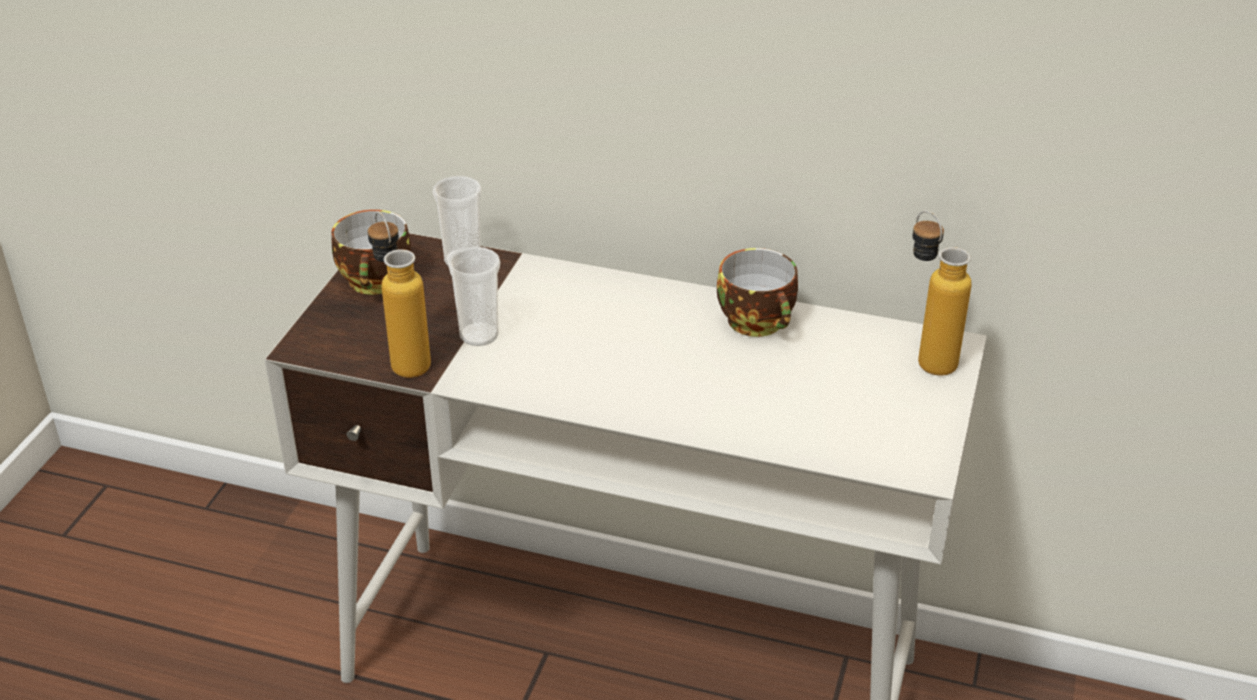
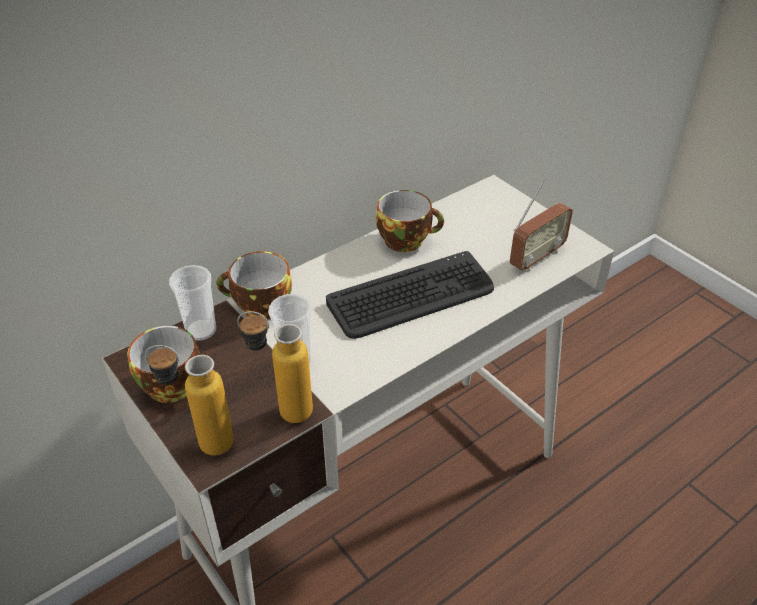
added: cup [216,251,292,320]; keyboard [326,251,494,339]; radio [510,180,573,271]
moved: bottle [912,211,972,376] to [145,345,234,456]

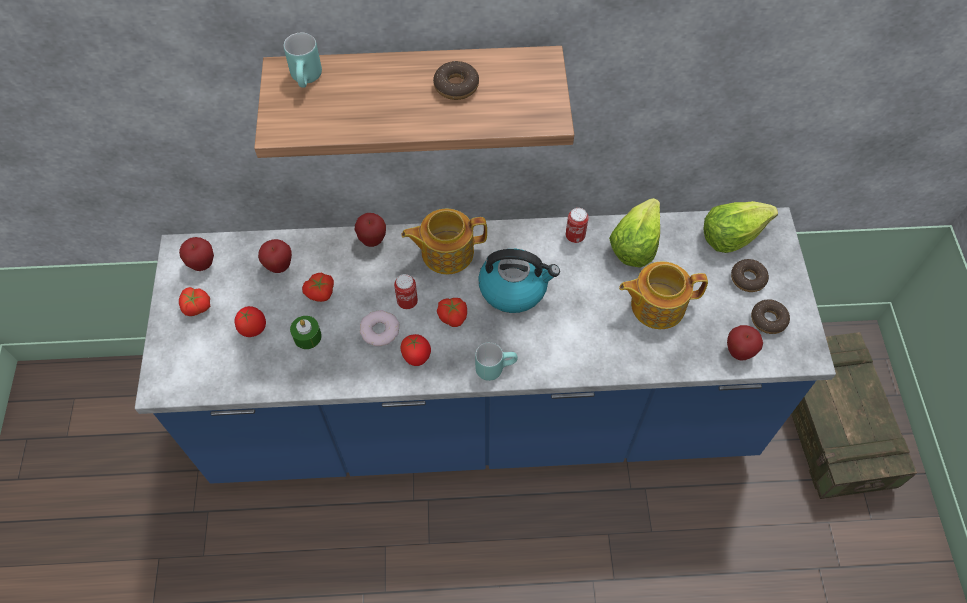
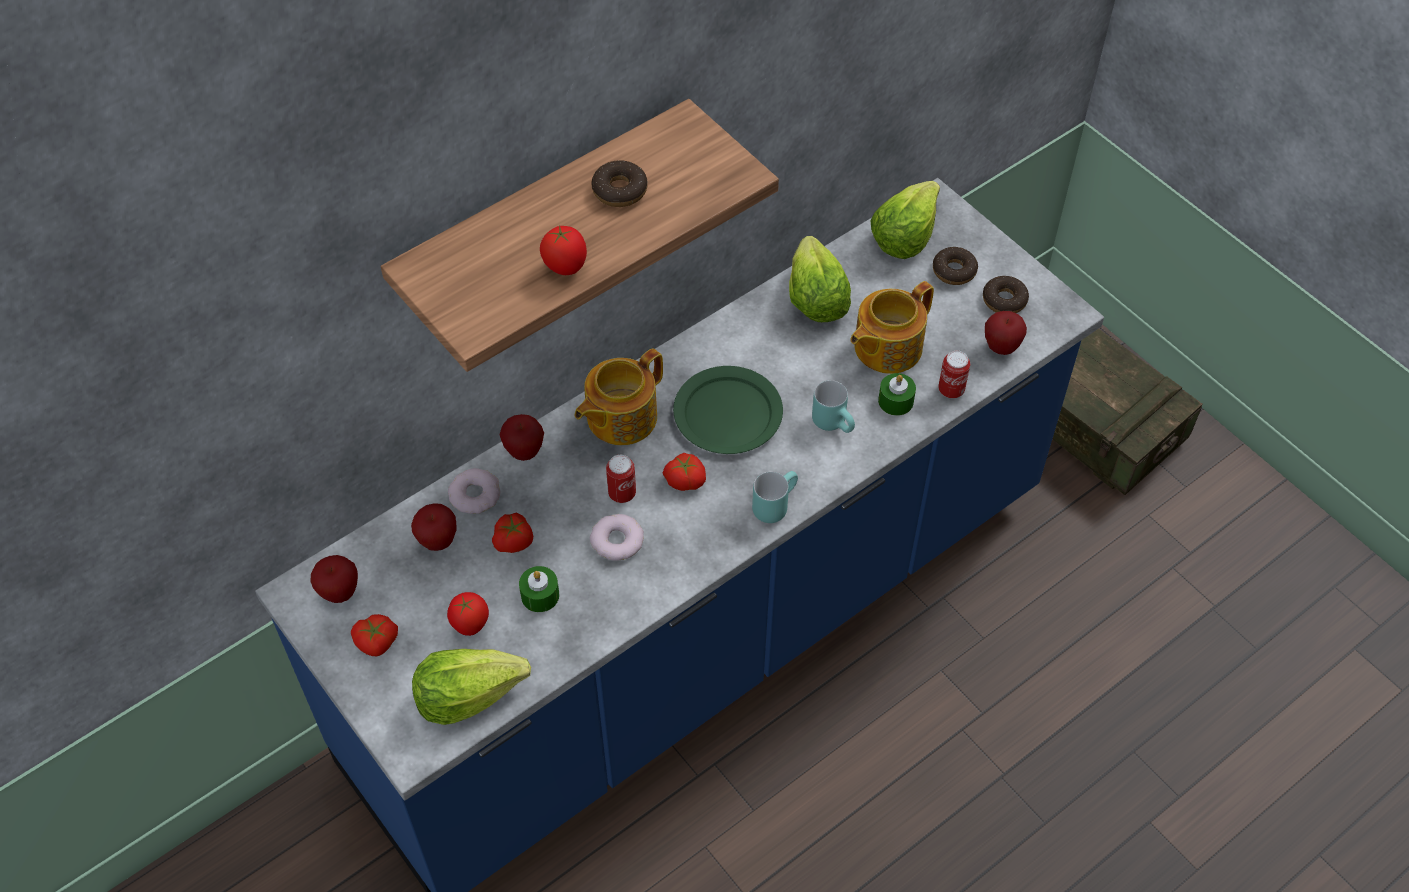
added: lettuce [412,649,531,725]; donut [448,468,501,514]; green candle [878,373,916,416]
moved: tomato [401,334,431,366] to [540,225,587,275]; turquoise mug [284,33,322,88] to [812,380,855,433]; can [566,208,589,243] to [938,351,970,398]
replaced: kettle [478,249,560,313] to green plate [673,366,783,454]

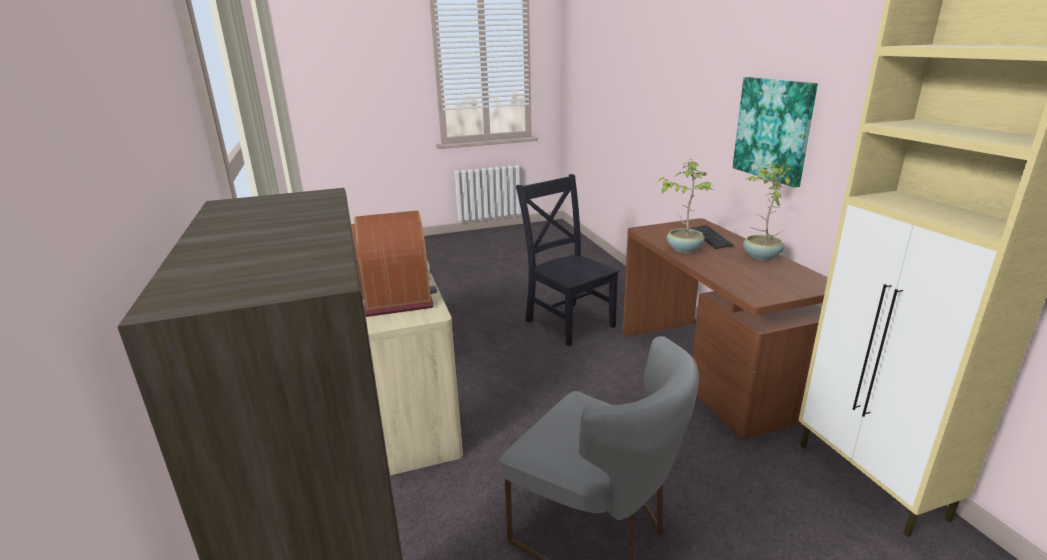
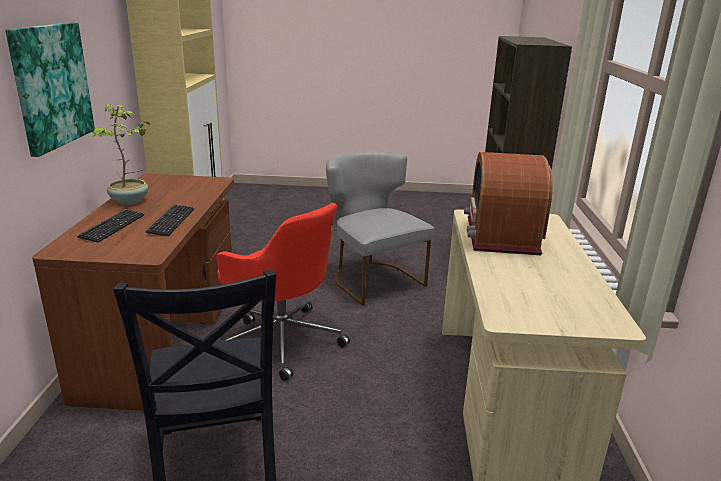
added: red office chair [216,203,350,381]
replaced: potted plant [658,159,714,253] to keyboard [145,205,194,236]

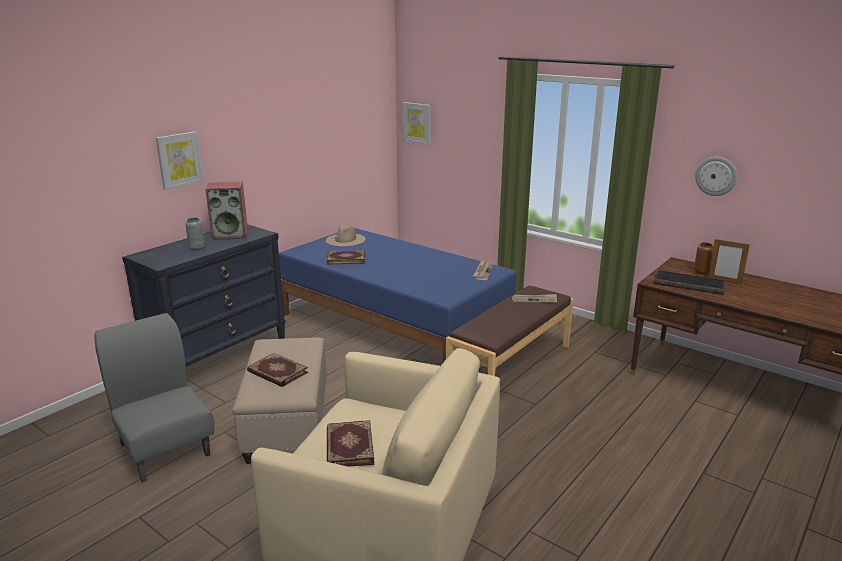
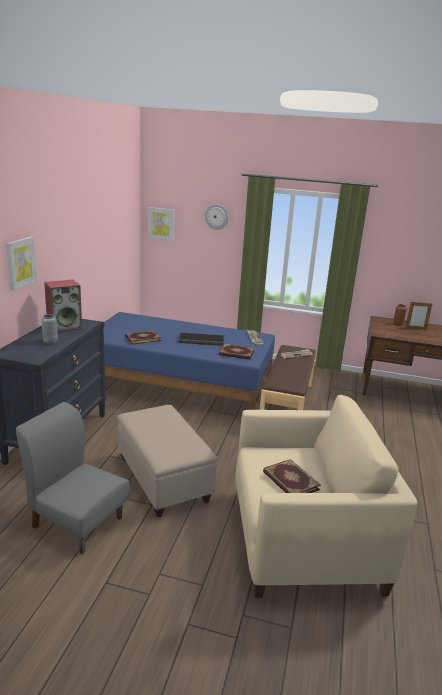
removed: beige hat [326,225,366,246]
moved: keyboard [654,270,726,295] to [178,332,224,346]; wall clock [695,157,737,196] to [205,204,229,230]; book [247,353,308,387] to [219,344,255,360]

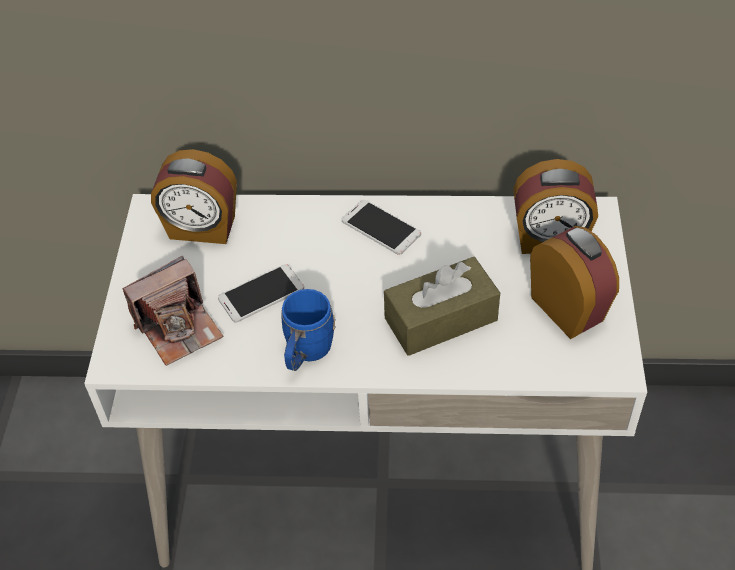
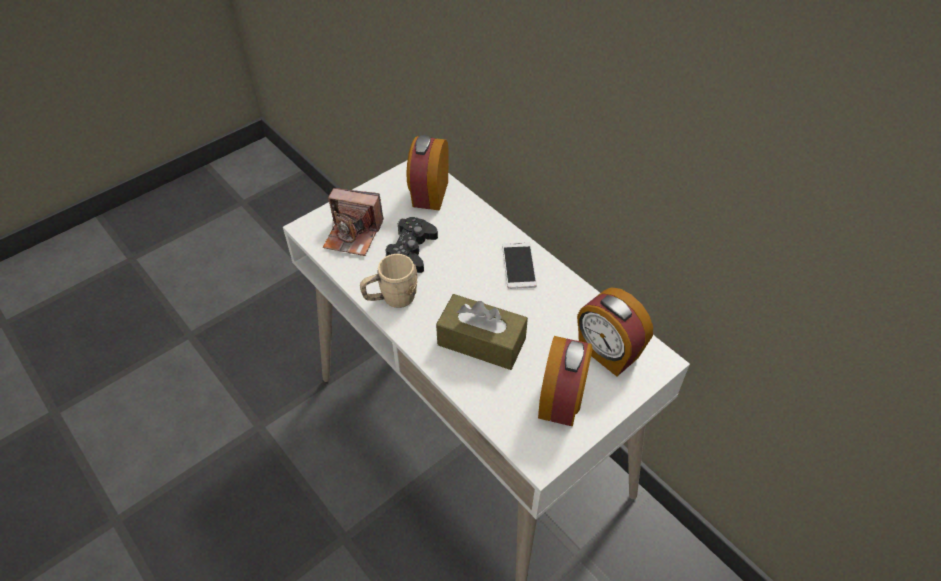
replaced: phone [218,264,304,322] to black game controller [385,217,438,273]
recoloured: blue mug [281,289,336,371] to beige mug [360,254,417,308]
turned: alarm clock [151,149,237,244] = [406,135,449,211] 45 degrees clockwise

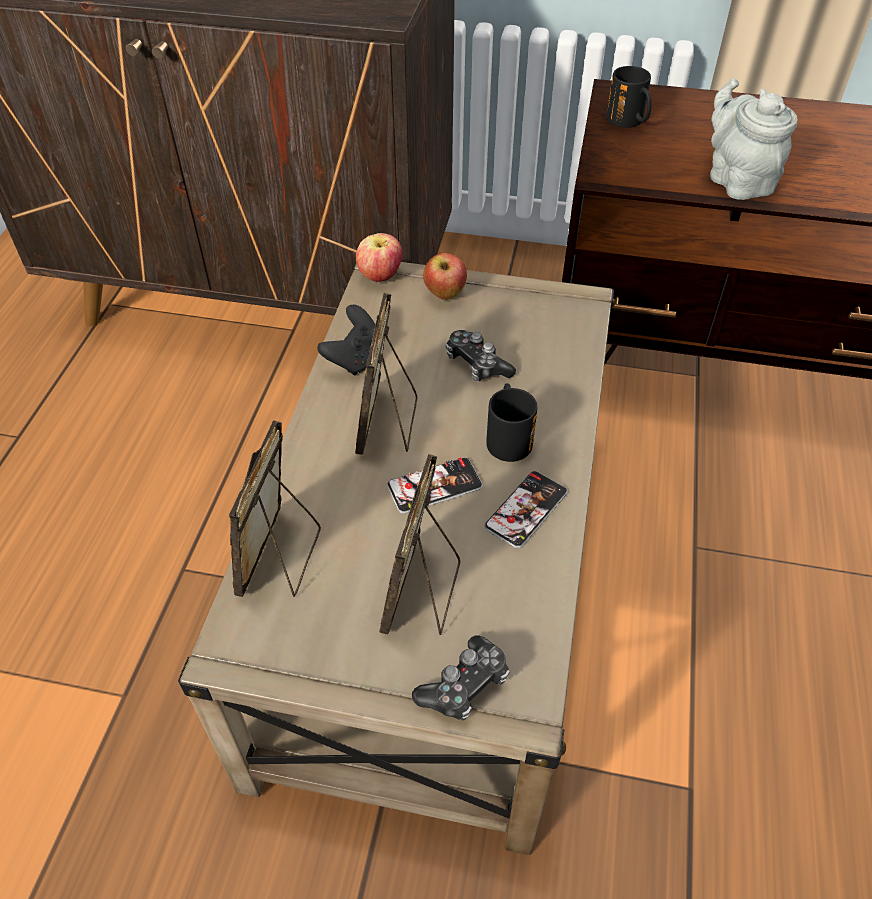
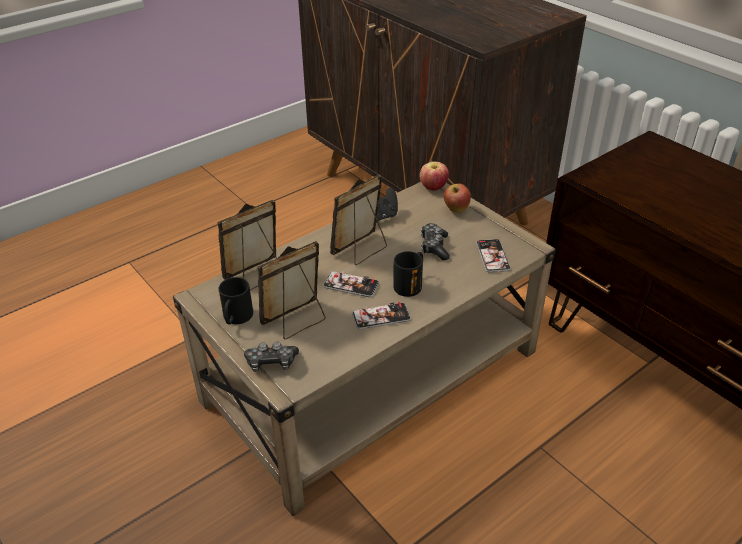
removed: grey teapot [710,78,798,200]
added: phone [476,239,511,272]
moved: black mug [606,66,652,128] to [219,277,253,324]

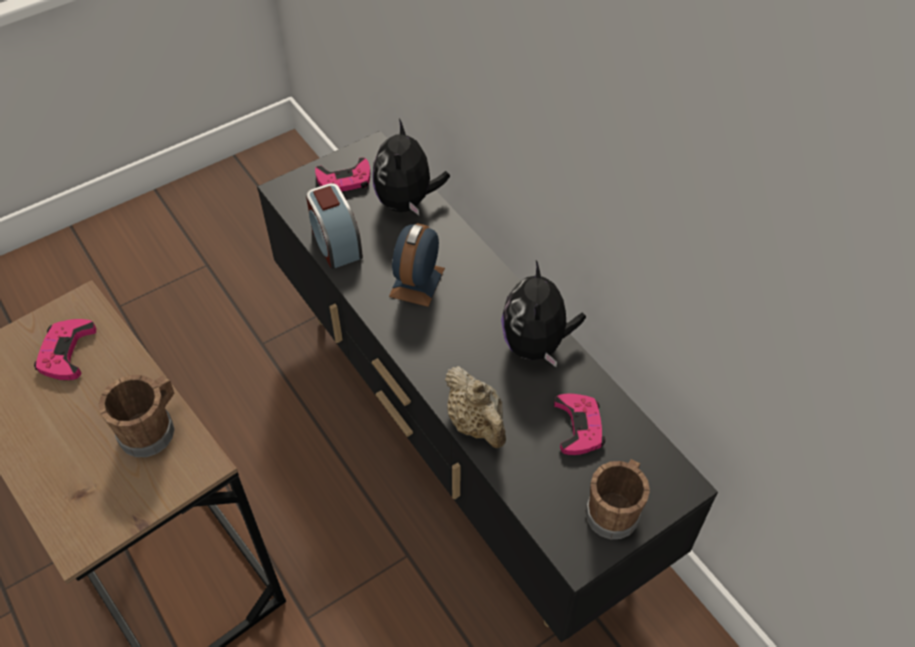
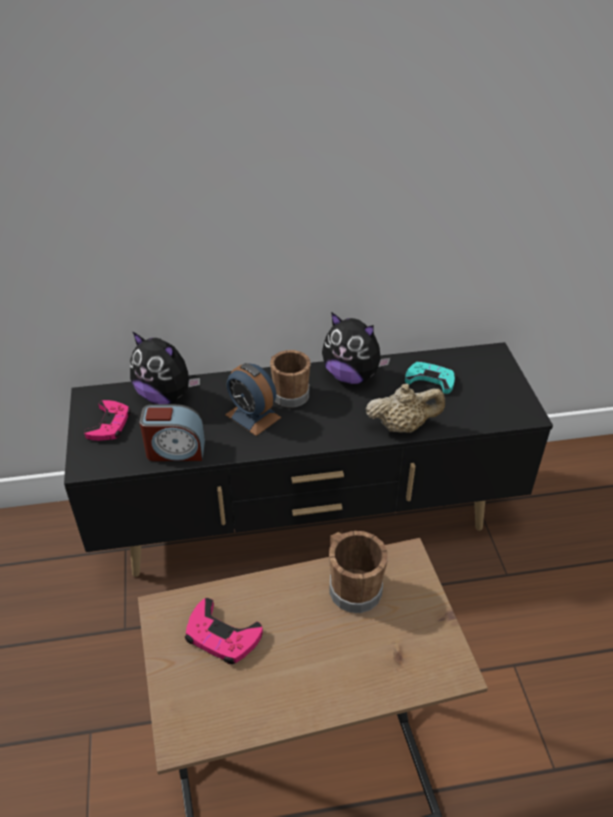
moved: brown mug [585,459,650,539] to [270,350,310,407]
recoloured: pink game controller [554,394,605,455] to turquoise game controller [405,361,455,394]

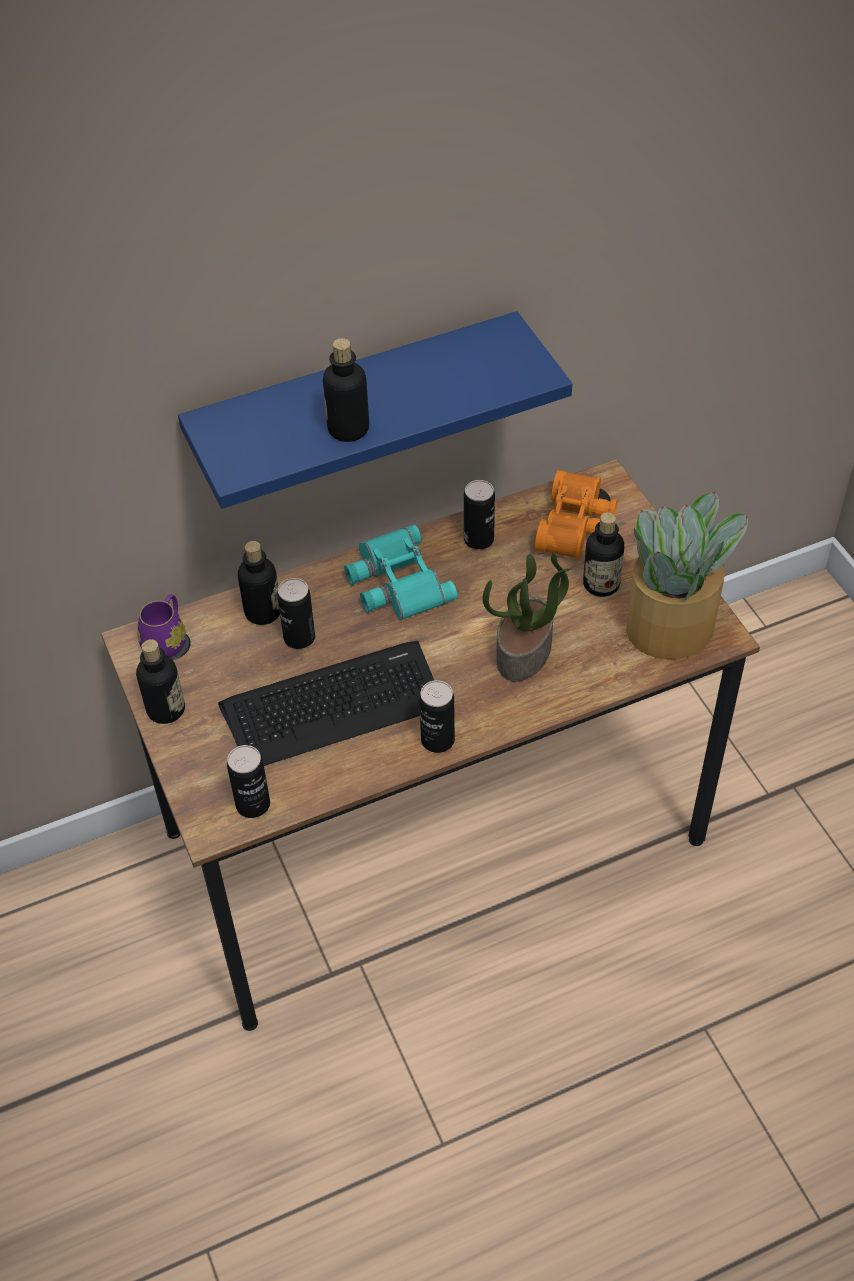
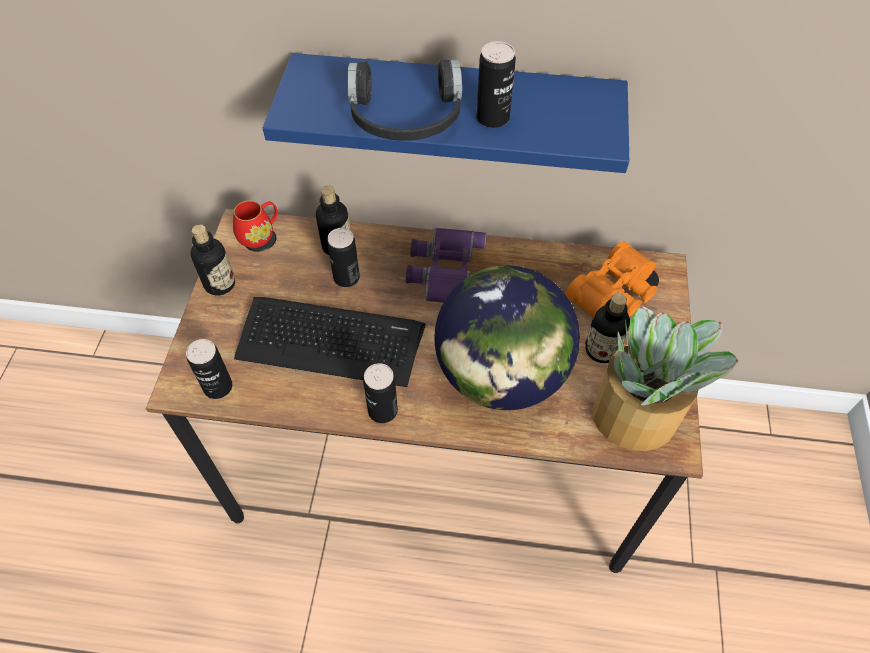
moved: can [464,480,495,549] to [476,41,516,128]
replaced: bottle [323,338,369,442] to black headphones [347,60,462,141]; potted plant [483,553,572,682] to globe [434,266,580,410]
recoloured: purple mug [137,594,186,658] to red mug [233,201,278,248]; turquoise binoculars [344,525,458,620] to purple binoculars [406,228,486,303]

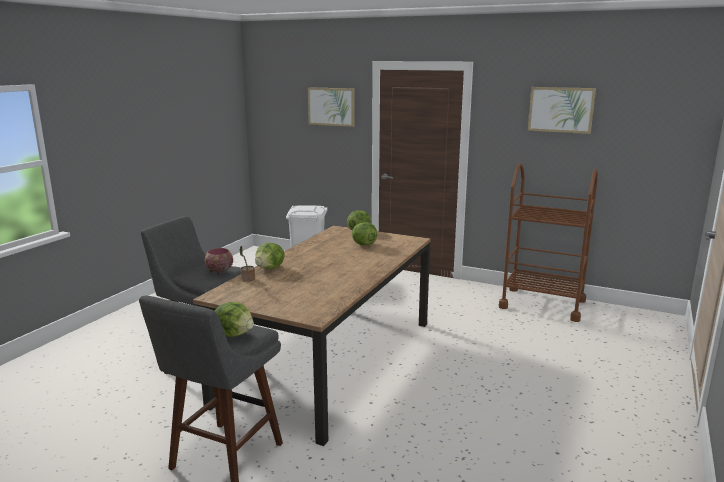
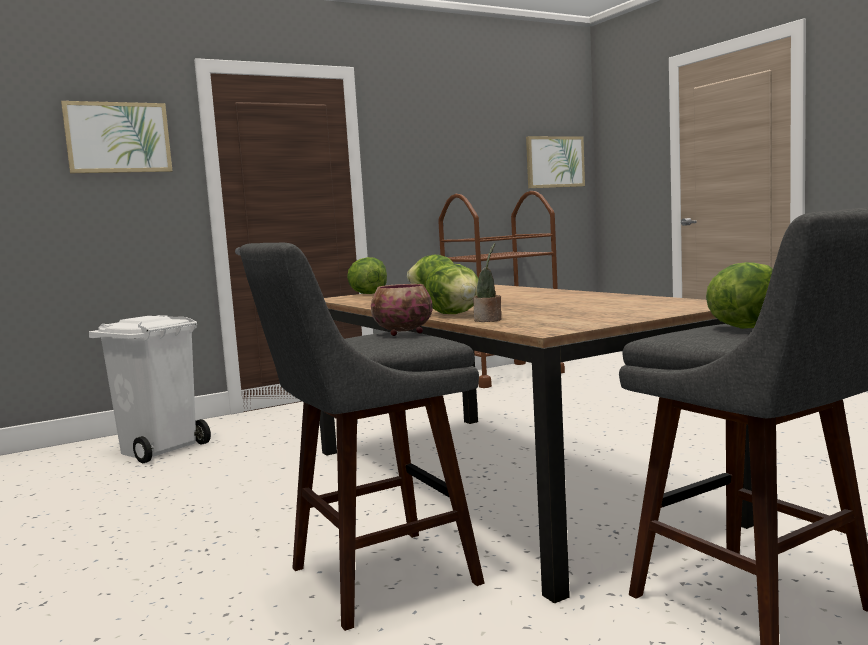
moved: picture [528,87,596,134] to [526,136,585,188]

